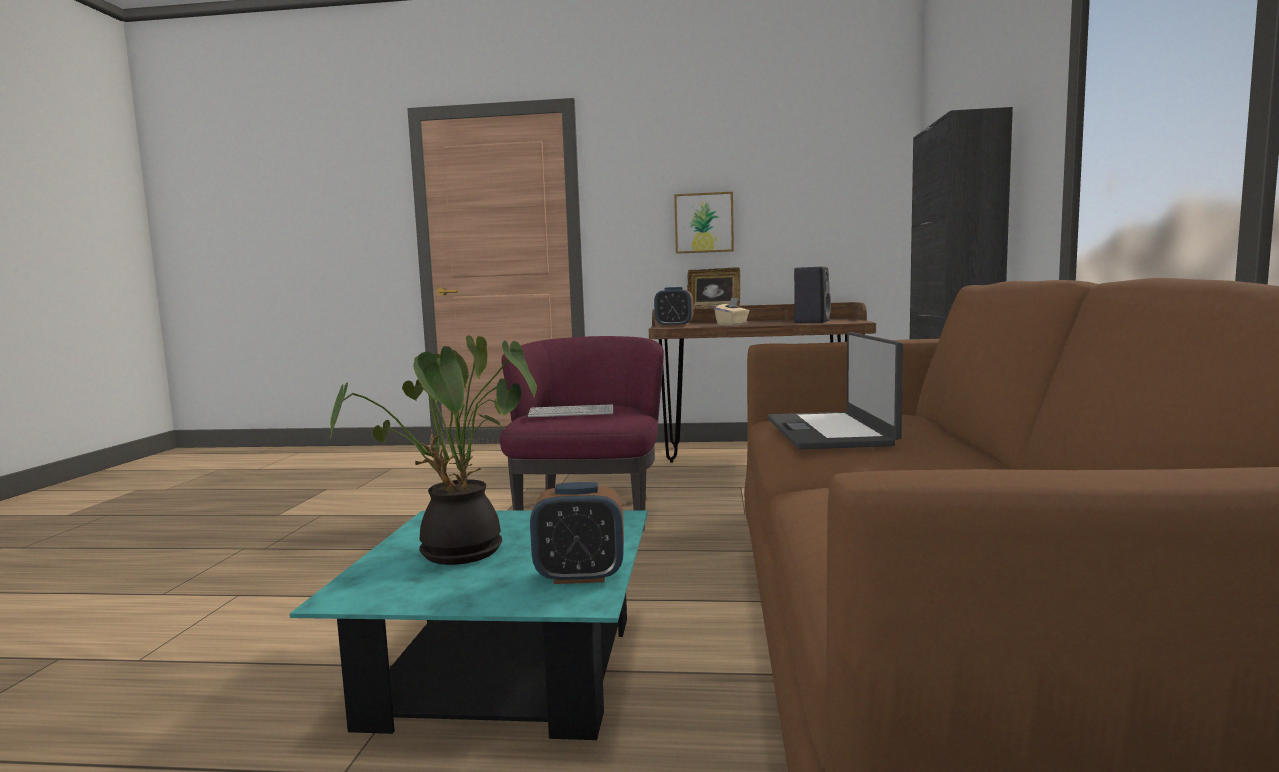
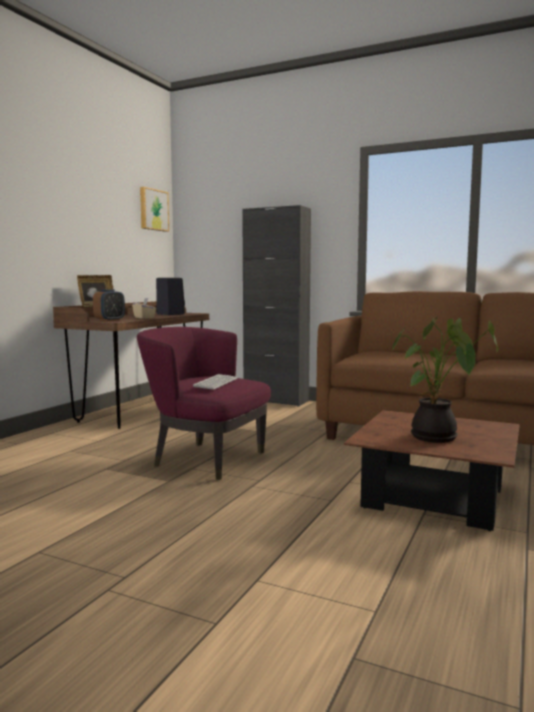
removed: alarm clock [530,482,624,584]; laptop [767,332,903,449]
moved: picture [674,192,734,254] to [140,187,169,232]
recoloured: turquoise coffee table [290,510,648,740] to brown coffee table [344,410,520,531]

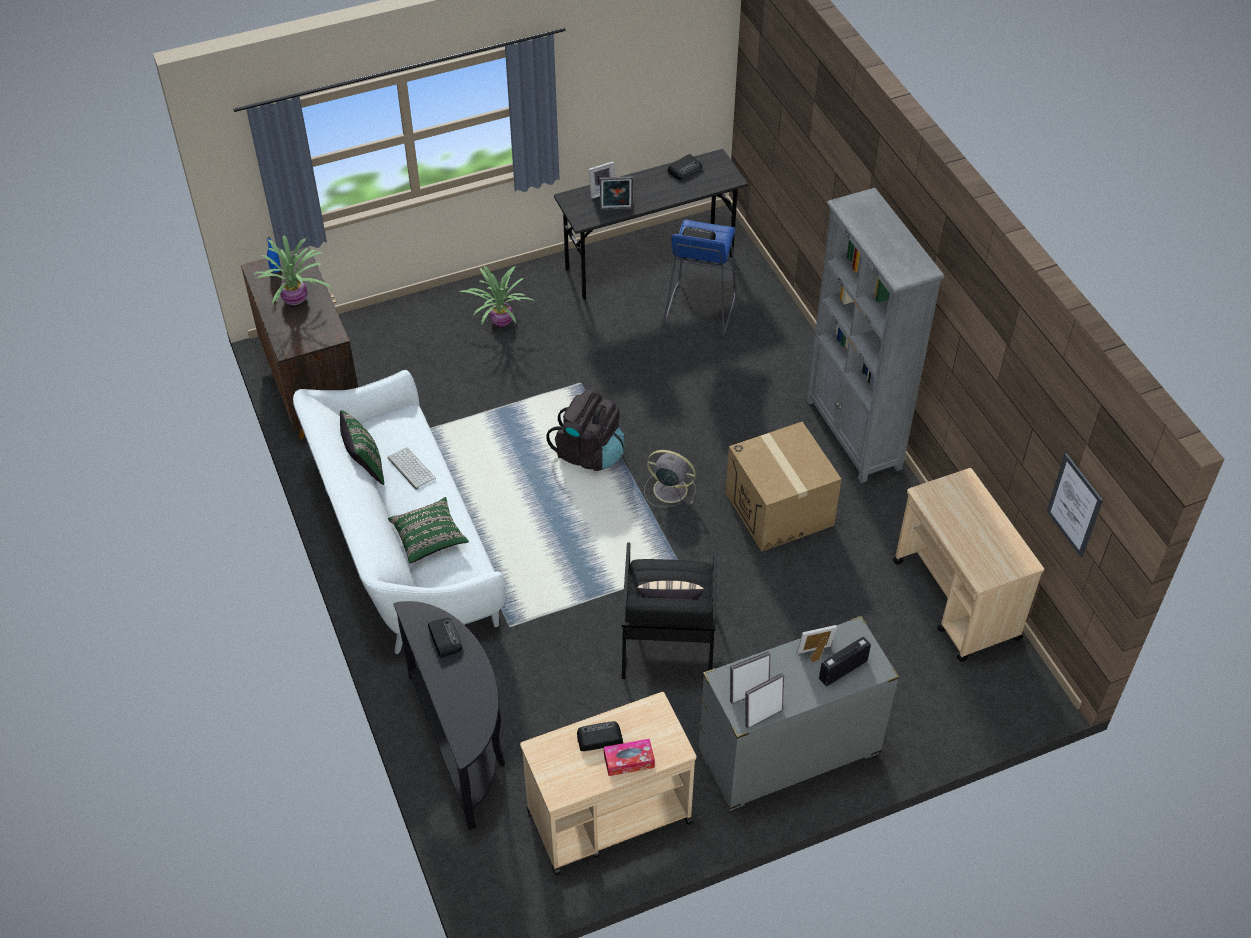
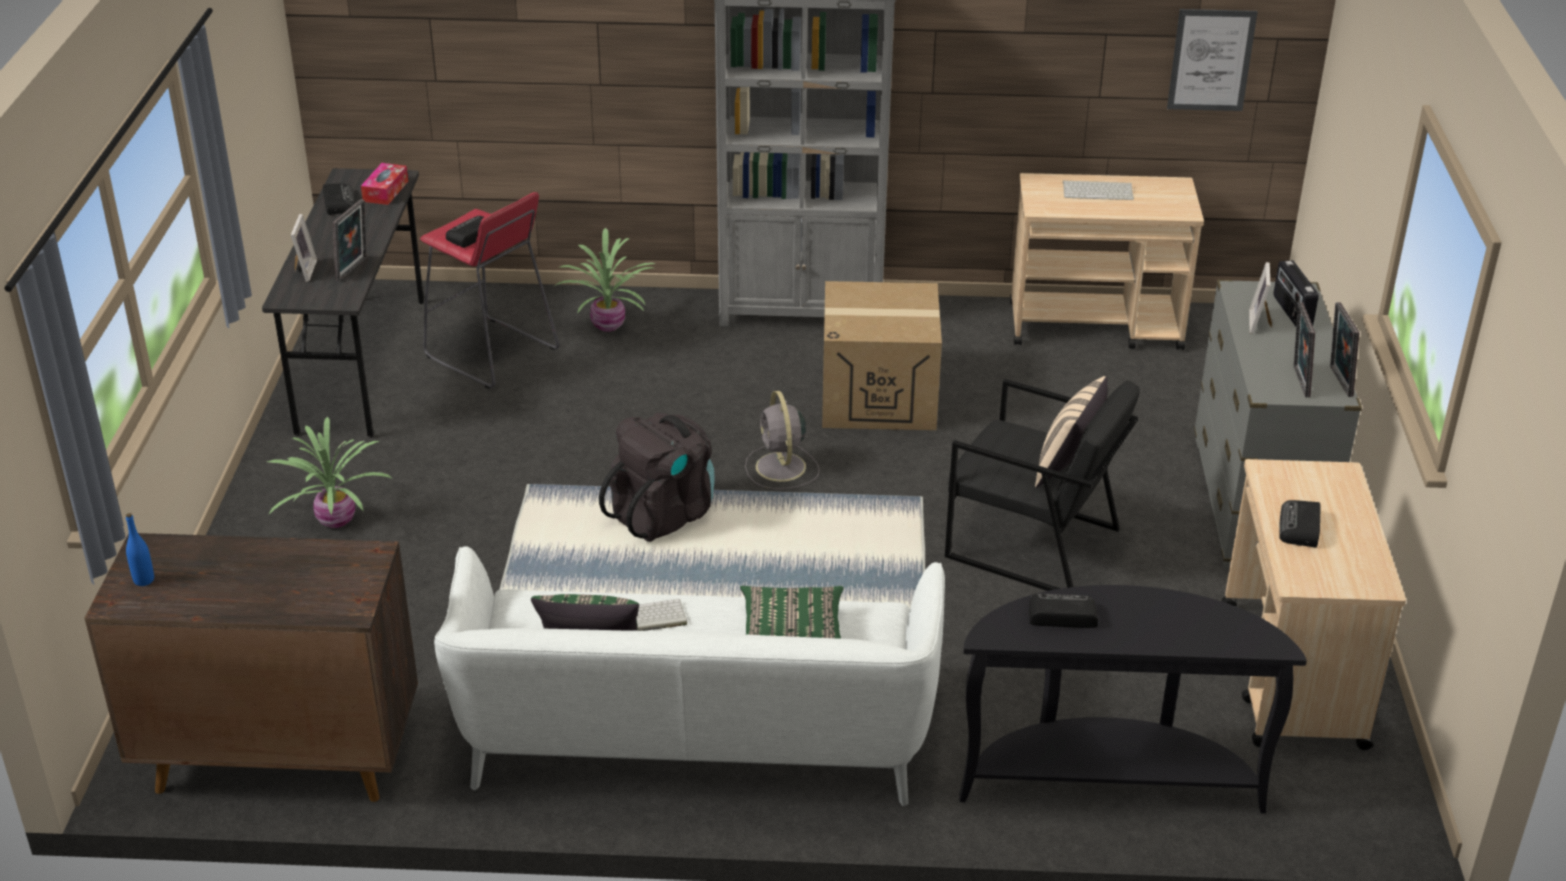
added: keyboard [1063,180,1134,200]
moved: tissue box [604,739,655,776] to [361,163,408,205]; potted plant [254,236,332,305] to [555,228,655,332]
recoloured: blue stool [662,220,736,336] to red stool [420,192,560,389]
turned: grey fan [644,450,696,508] = [745,391,820,489] 60 degrees counterclockwise

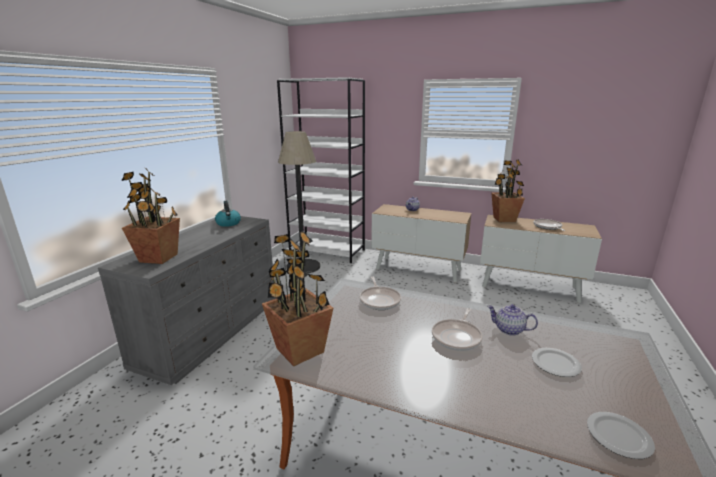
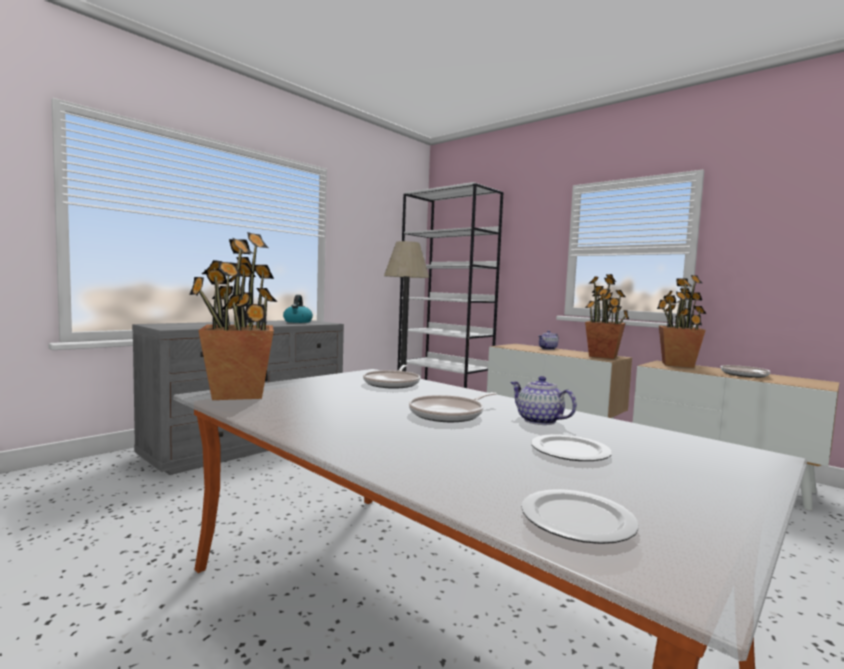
moved: potted plant [121,168,180,264] to [585,274,629,359]

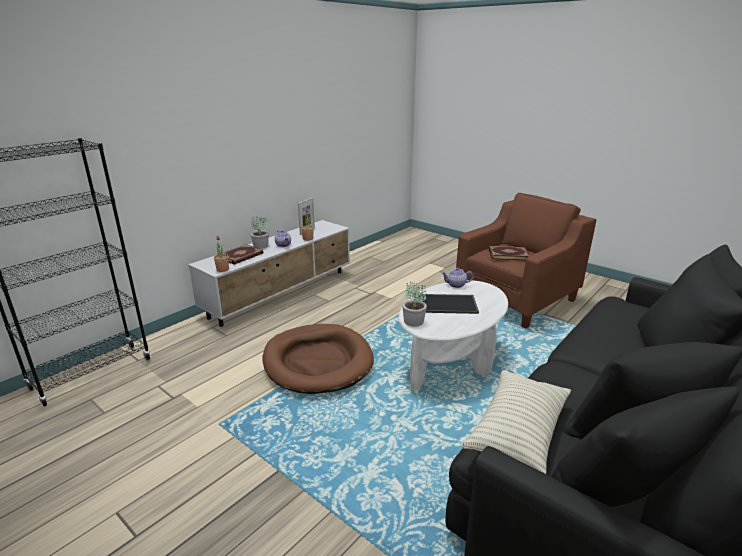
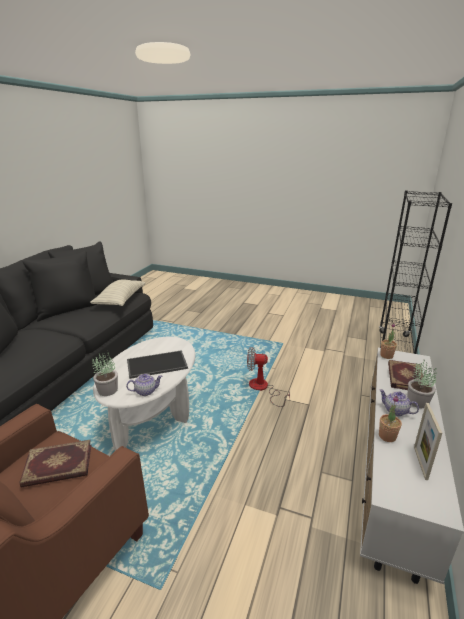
moved: potted plant [402,282,427,327] to [92,353,118,396]
replaced: brown dog bed [263,324,374,394] to fan [247,347,290,407]

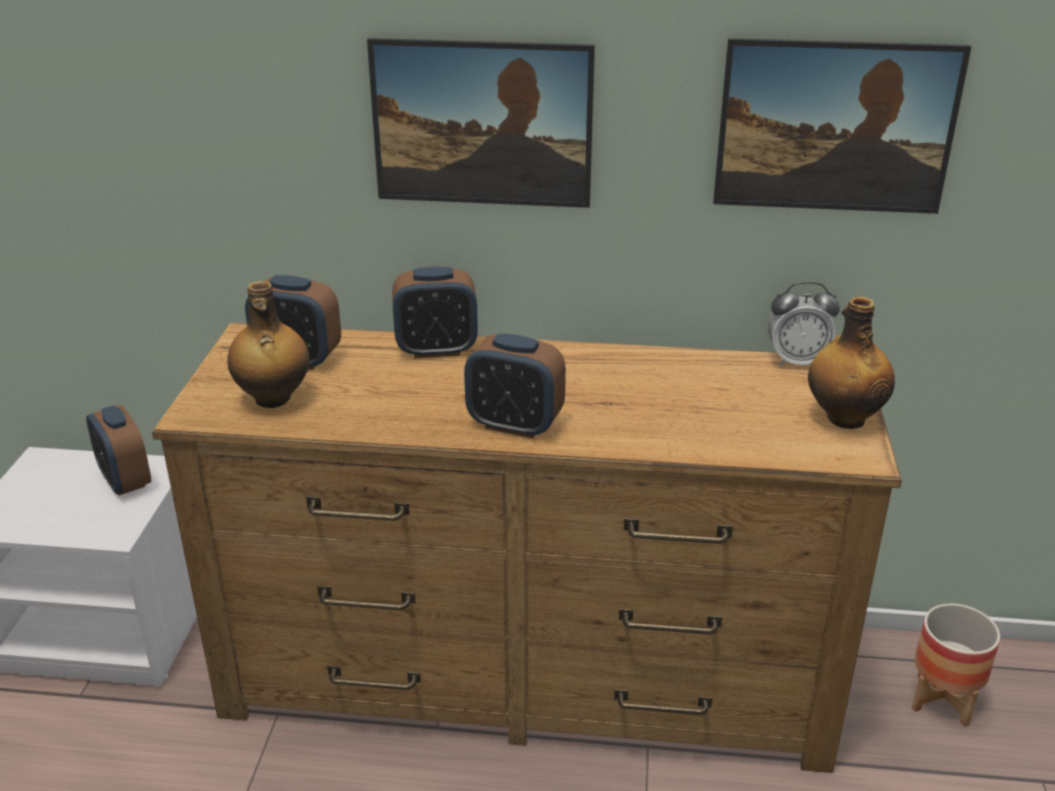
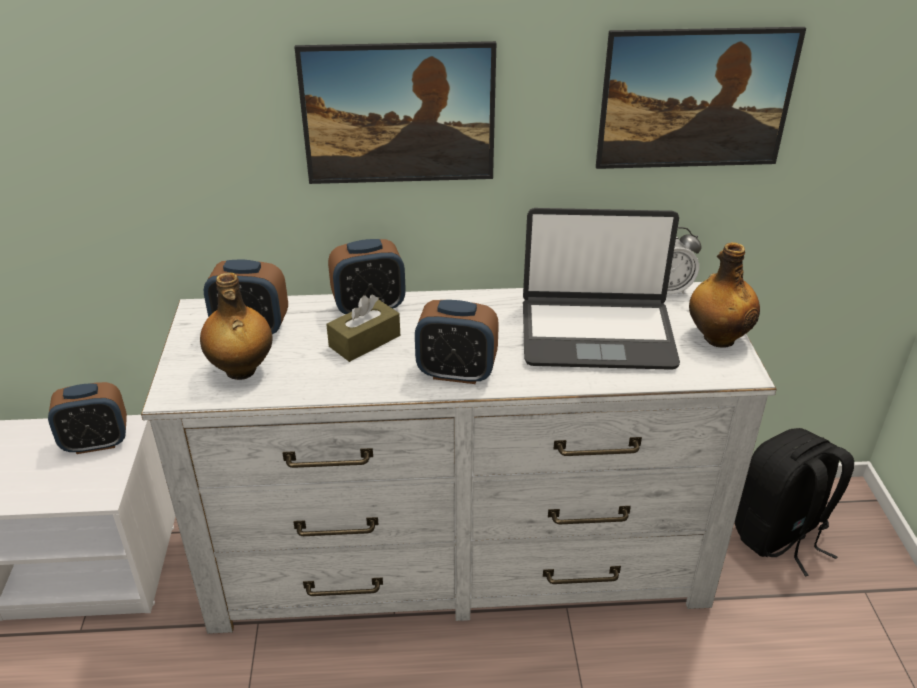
added: brown tissue box [326,295,400,362]; laptop [523,208,680,370]
replaced: planter [912,604,1000,727] to black backpack [735,428,854,577]
recoloured: brown dresser [152,323,902,773] to white dresser [141,282,776,634]
turned: alarm clock [86,405,151,496] = [48,382,127,454] 60 degrees counterclockwise

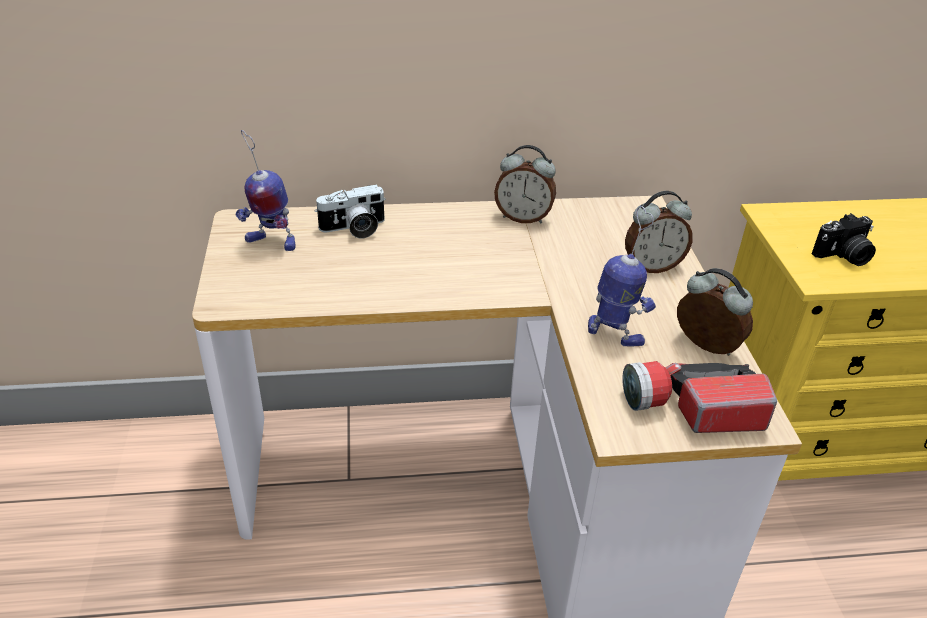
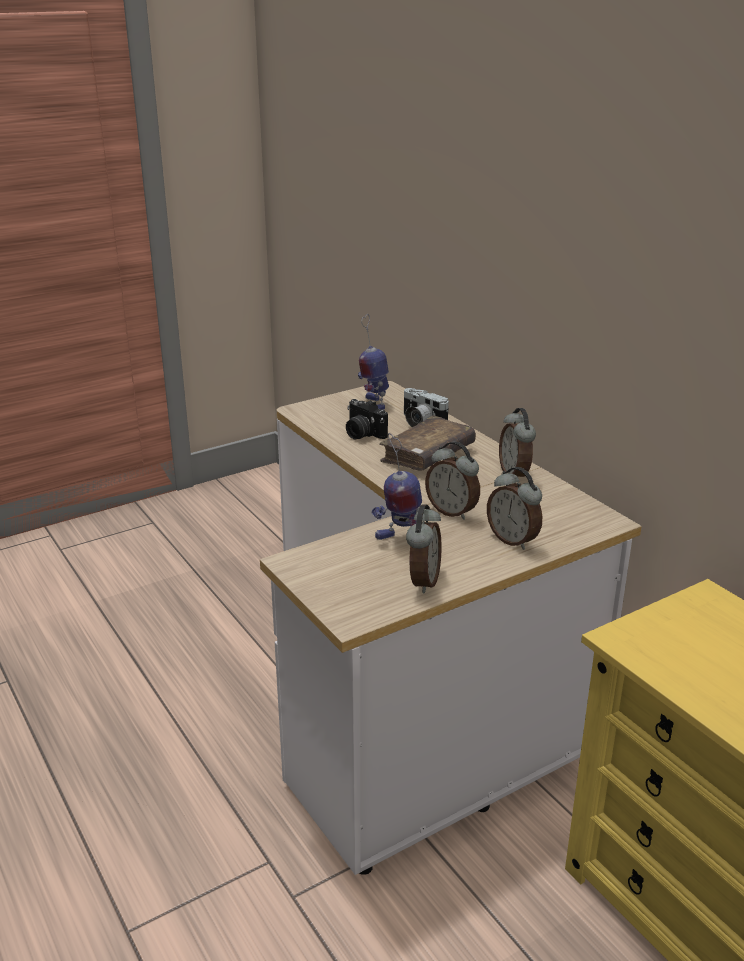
removed: flashlight [622,361,777,433]
added: brown book [379,416,476,471]; alarm clock [425,442,480,520]
moved: photo camera [812,213,876,266] to [346,399,388,439]
turned: toy robot [588,206,656,346] = [371,433,422,540] 105 degrees clockwise

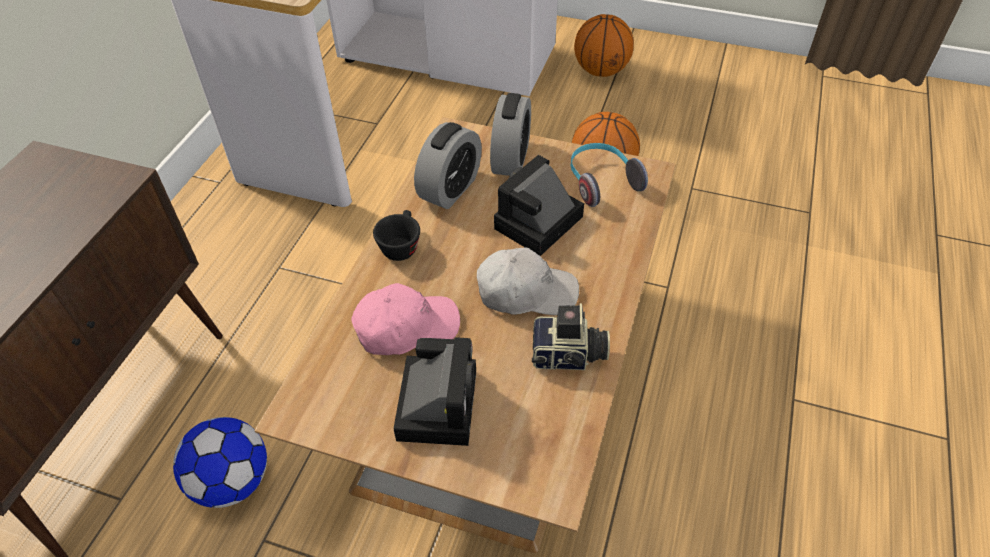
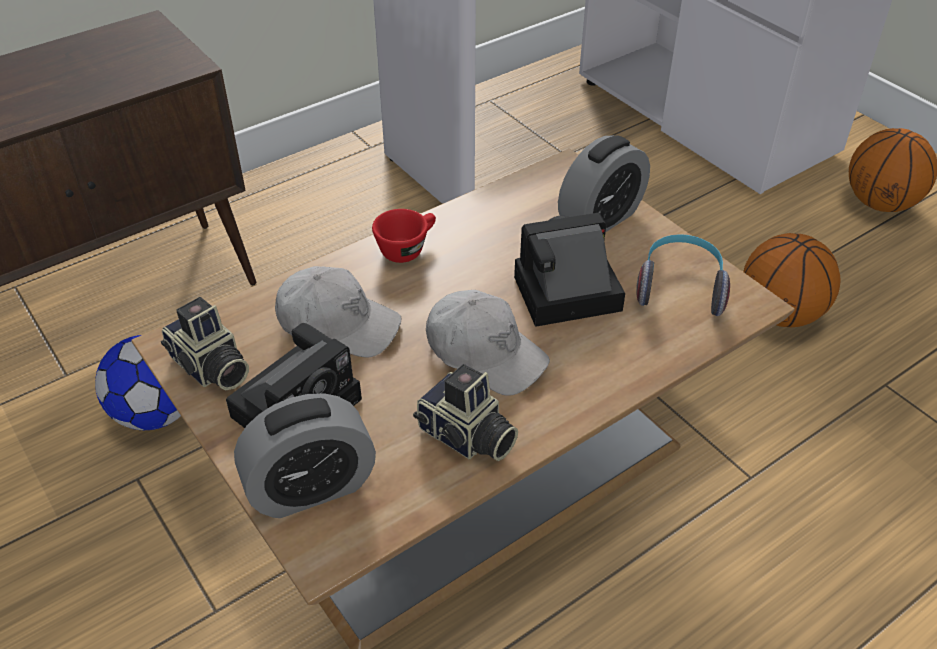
added: photo camera [161,297,249,390]
moved: alarm clock [414,122,482,209] to [234,393,376,518]
recoloured: pink cap [351,283,460,355] to white cap [275,266,401,358]; black cup [373,210,420,261] to red cup [372,209,436,263]

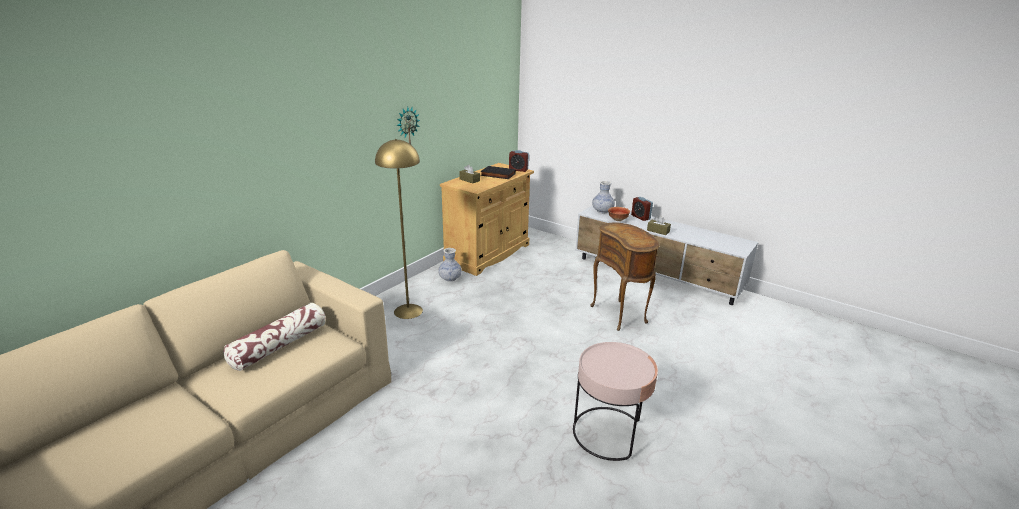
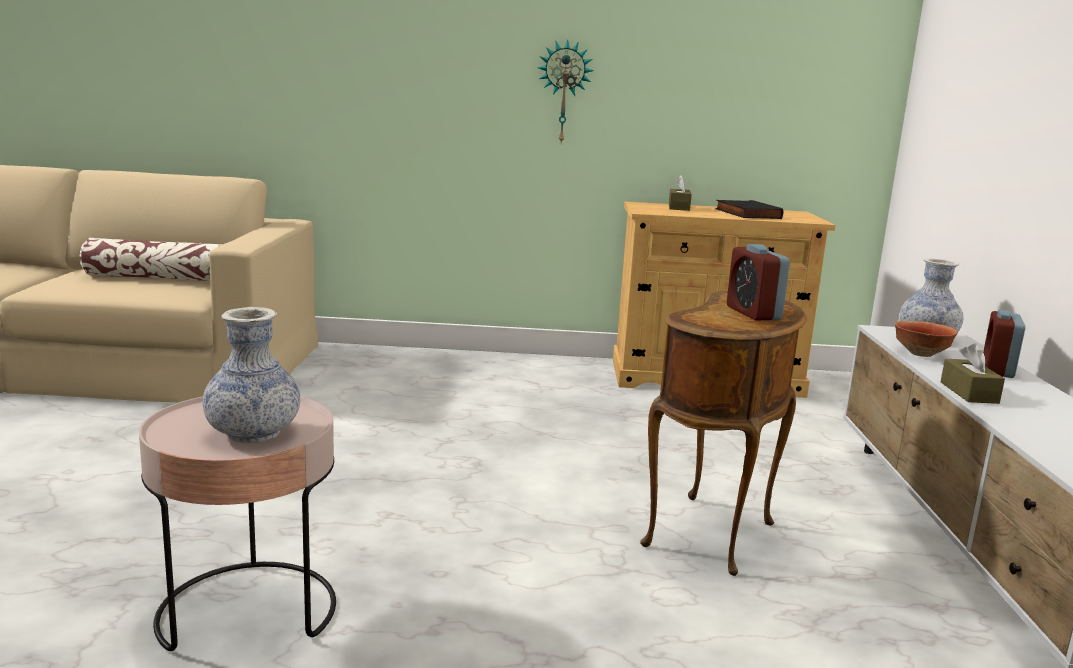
removed: yellow floor lamp [375,139,423,319]
moved: vase [438,248,462,282] to [203,307,300,443]; alarm clock [509,150,529,172] to [727,244,790,321]

